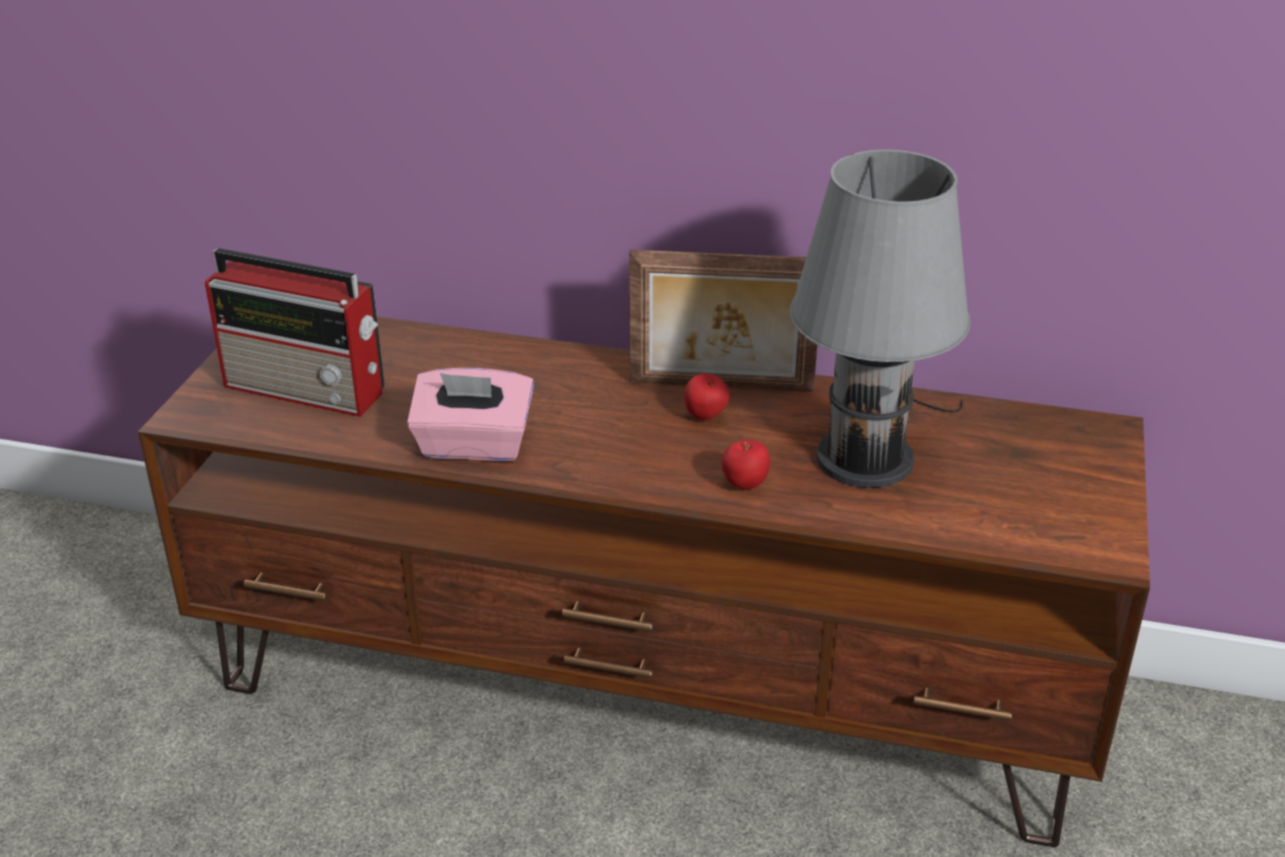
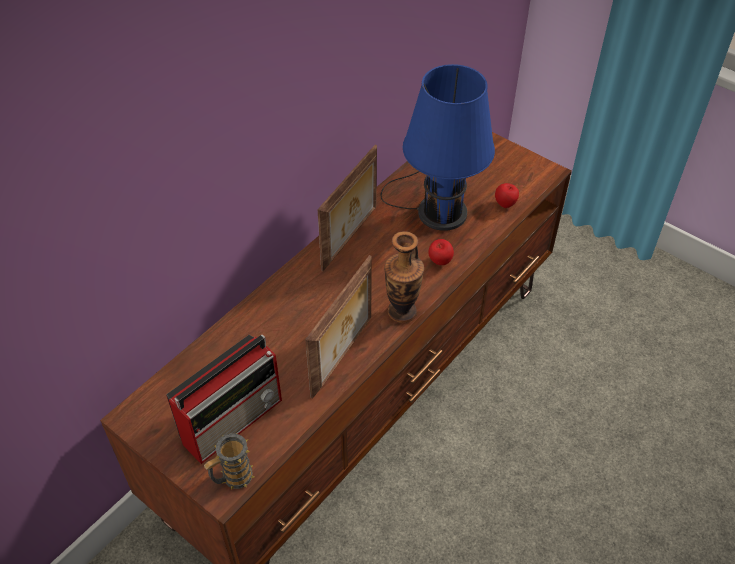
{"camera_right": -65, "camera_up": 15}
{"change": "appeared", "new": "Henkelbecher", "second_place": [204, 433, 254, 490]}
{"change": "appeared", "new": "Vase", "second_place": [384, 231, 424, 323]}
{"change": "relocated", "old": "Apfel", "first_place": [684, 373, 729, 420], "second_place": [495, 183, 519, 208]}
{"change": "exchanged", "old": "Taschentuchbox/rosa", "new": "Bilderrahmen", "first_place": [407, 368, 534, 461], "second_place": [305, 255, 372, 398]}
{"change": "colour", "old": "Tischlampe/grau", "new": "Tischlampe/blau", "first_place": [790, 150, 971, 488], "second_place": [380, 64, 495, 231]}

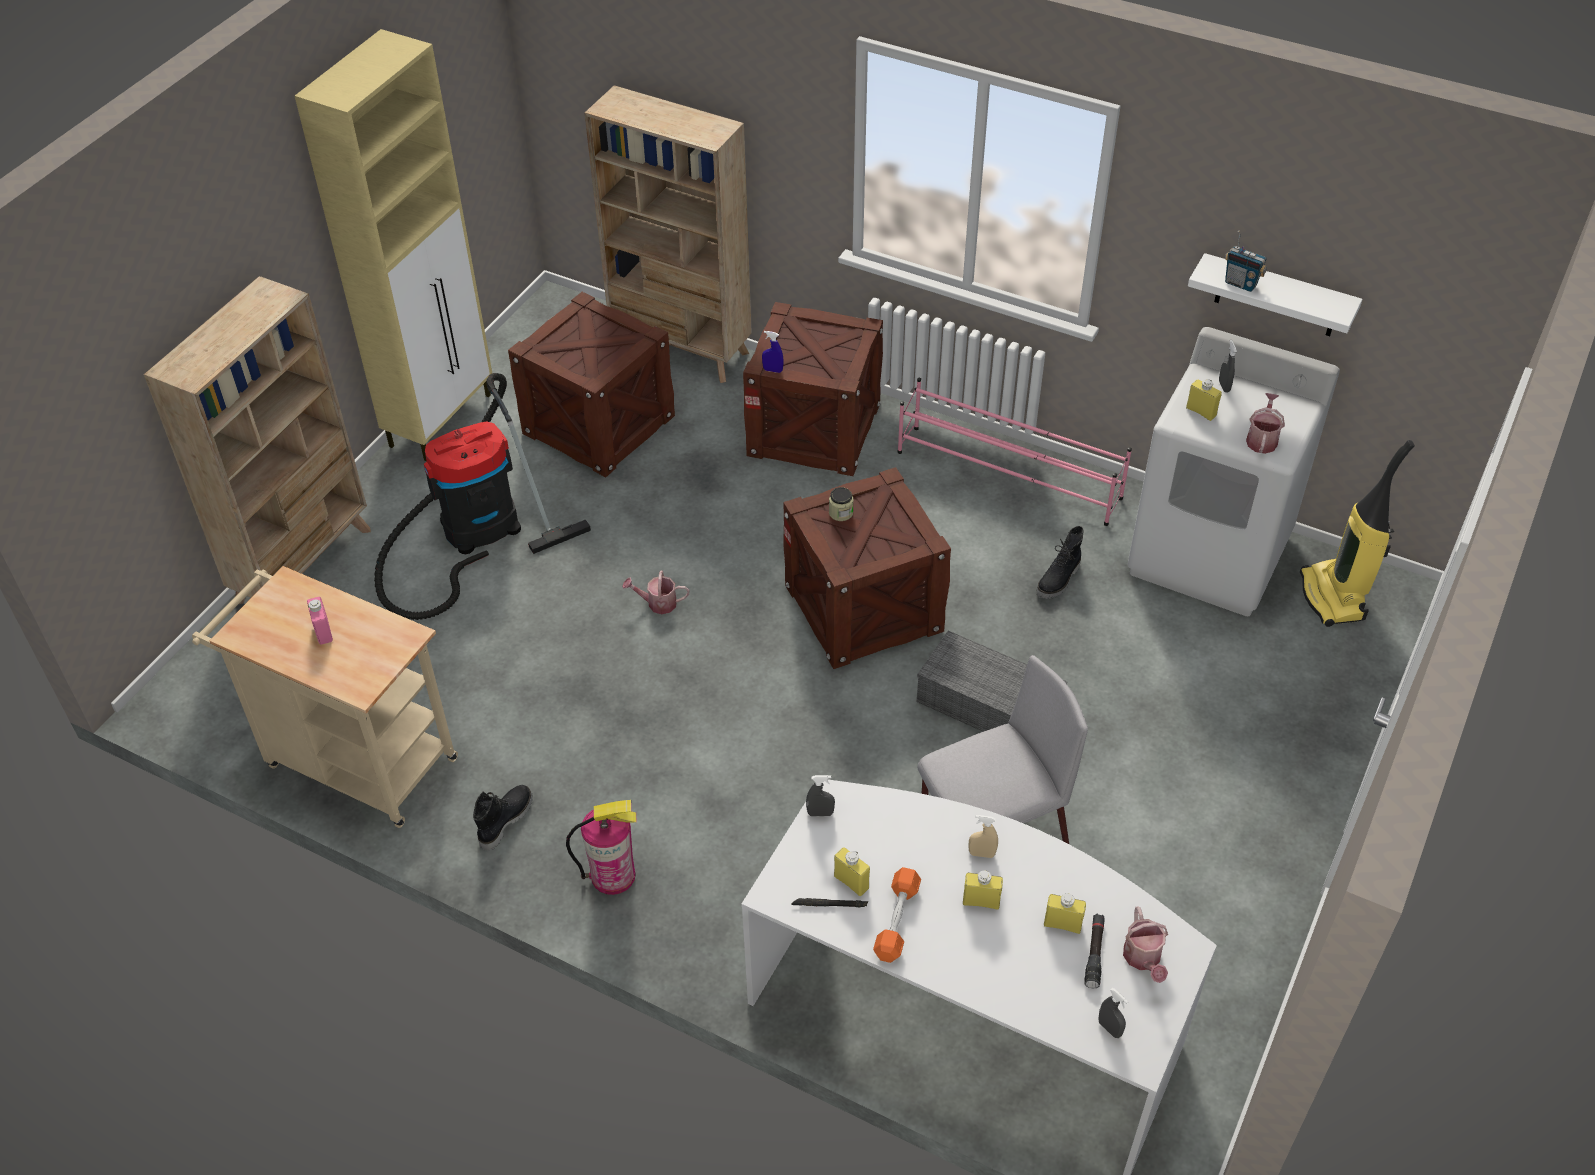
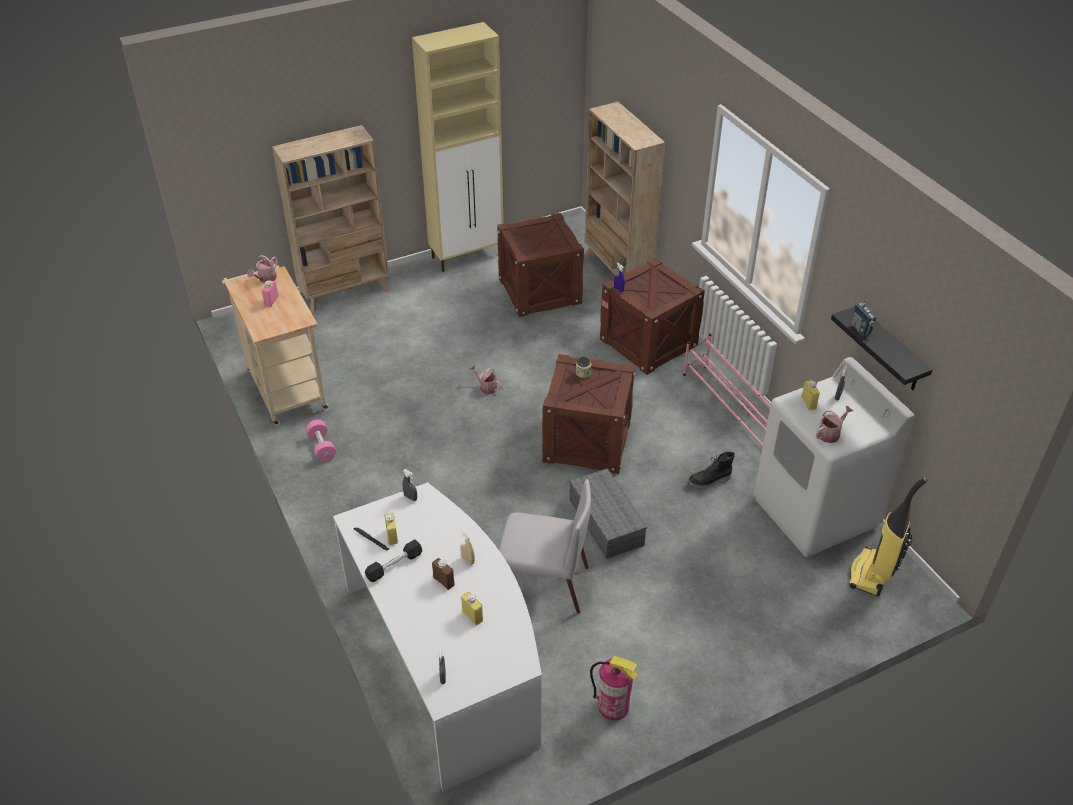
{"camera_right": 35, "camera_up": -5}
{"change": "missing", "old": "Staubsauger", "first_place": [374, 373, 591, 620]}
{"change": "missing", "old": "Taschenlampe/schwarz", "first_place": [1084, 914, 1105, 988]}
{"change": "relocated", "old": "Feuerlöscher", "first_place": [566, 800, 636, 895], "second_place": [590, 656, 639, 721]}
{"change": "relocated", "old": "Gießkanne", "first_place": [1123, 907, 1168, 983], "second_place": [247, 255, 278, 283]}
{"change": "exchanged", "old": "Stiefel/schwarz", "new": "Hantel/rosa", "first_place": [473, 785, 533, 851], "second_place": [306, 420, 336, 462]}
{"change": "colour", "old": "Hantel/orange", "new": "Hantel/schwarz", "first_place": [873, 867, 921, 963], "second_place": [365, 539, 422, 582]}
{"change": "colour", "old": "Flasche/gelb", "new": "Flasche/braun", "first_place": [963, 870, 1003, 910], "second_place": [432, 558, 455, 590]}
{"change": "colour", "old": "Wandregal/weiß", "new": "Wandregal/schwarz", "first_place": [1188, 253, 1363, 336], "second_place": [831, 307, 932, 390]}

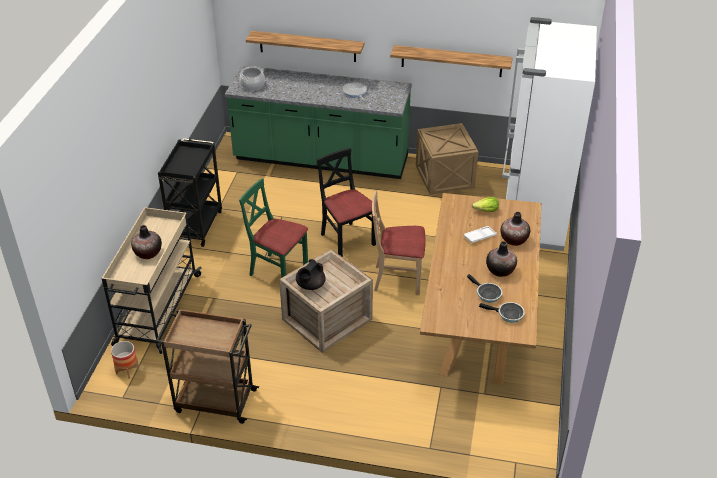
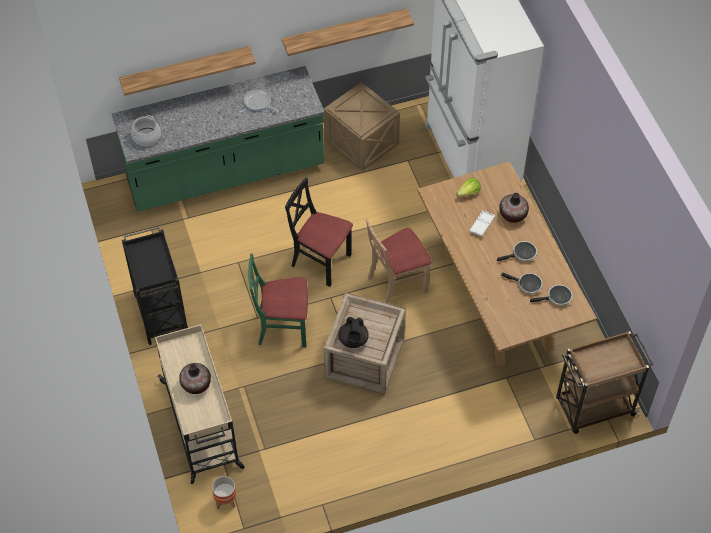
{"camera_right": -30, "camera_up": 15}
{"change": "relocated", "old": "Rollwagen/braun", "first_place": [156, 309, 259, 424], "second_place": [556, 331, 654, 434]}
{"change": "exchanged", "old": "Vase", "new": "Pfanne", "first_place": [486, 241, 517, 277], "second_place": [497, 241, 537, 262]}

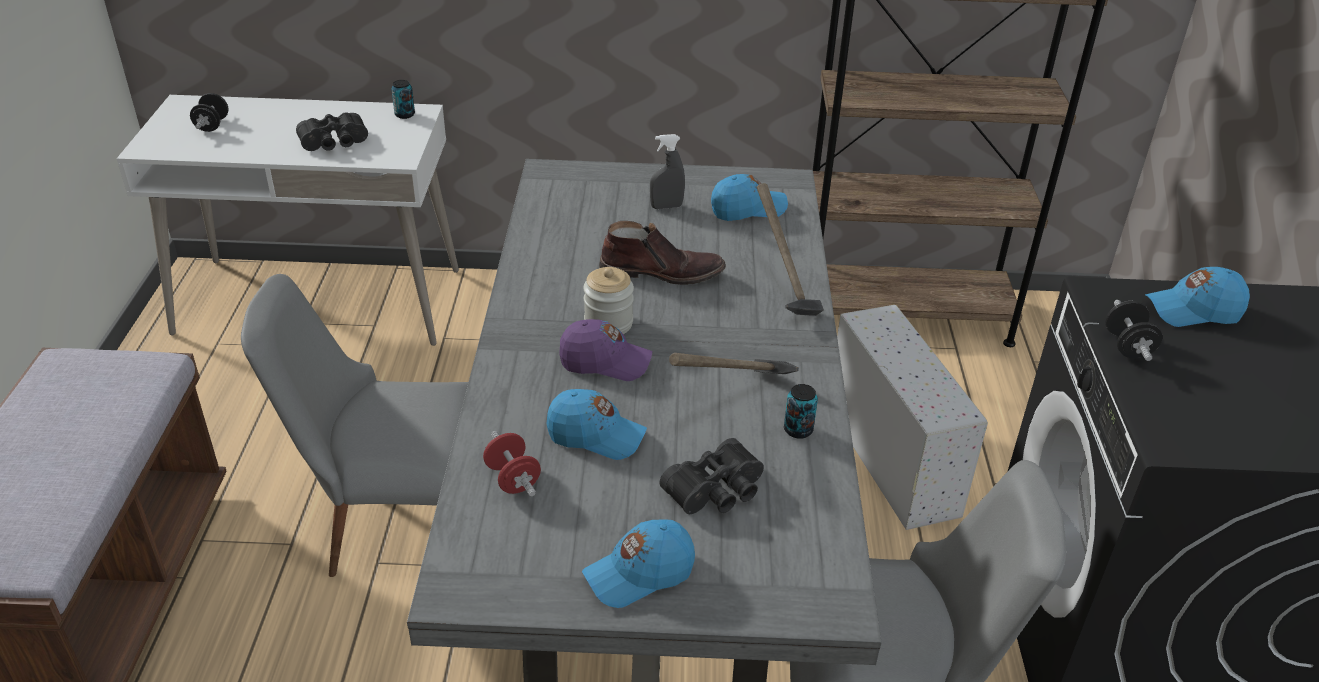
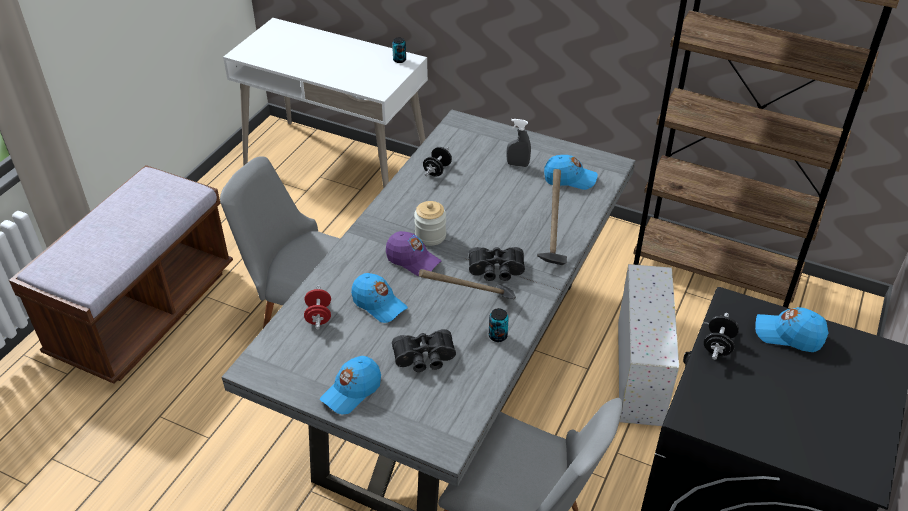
{"camera_right": 25, "camera_up": 5}
{"change": "missing", "old": "Stiefel/braun", "first_place": [599, 221, 726, 285]}
{"change": "relocated", "old": "Hantel/schwarz", "first_place": [190, 93, 229, 132], "second_place": [423, 147, 452, 177]}
{"change": "relocated", "old": "Fernglas/schwarz", "first_place": [296, 112, 368, 151], "second_place": [469, 247, 525, 281]}
{"change": "spun", "old": "Kappe/blau", "first_place": [582, 519, 695, 608], "second_place": [320, 356, 381, 415], "degrees": -45}

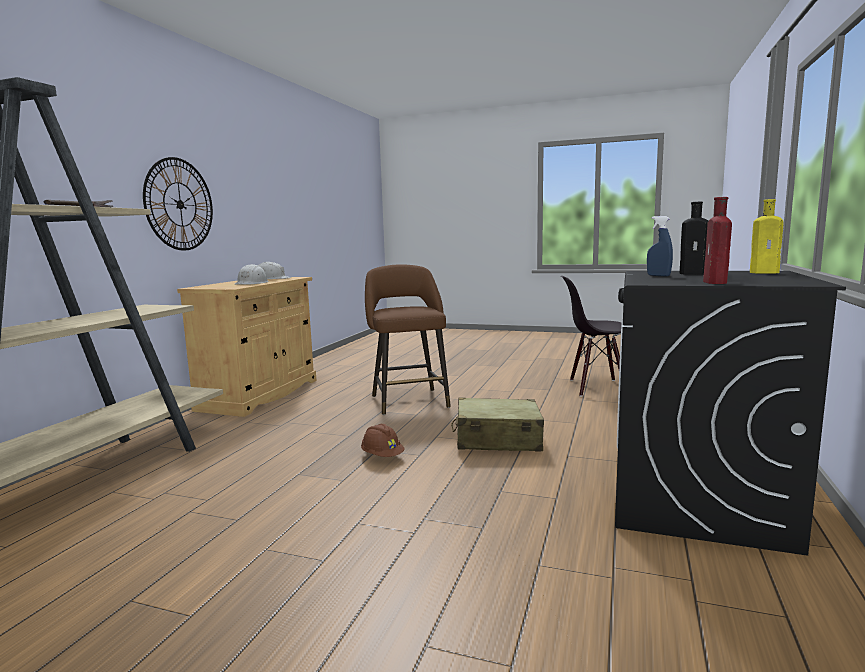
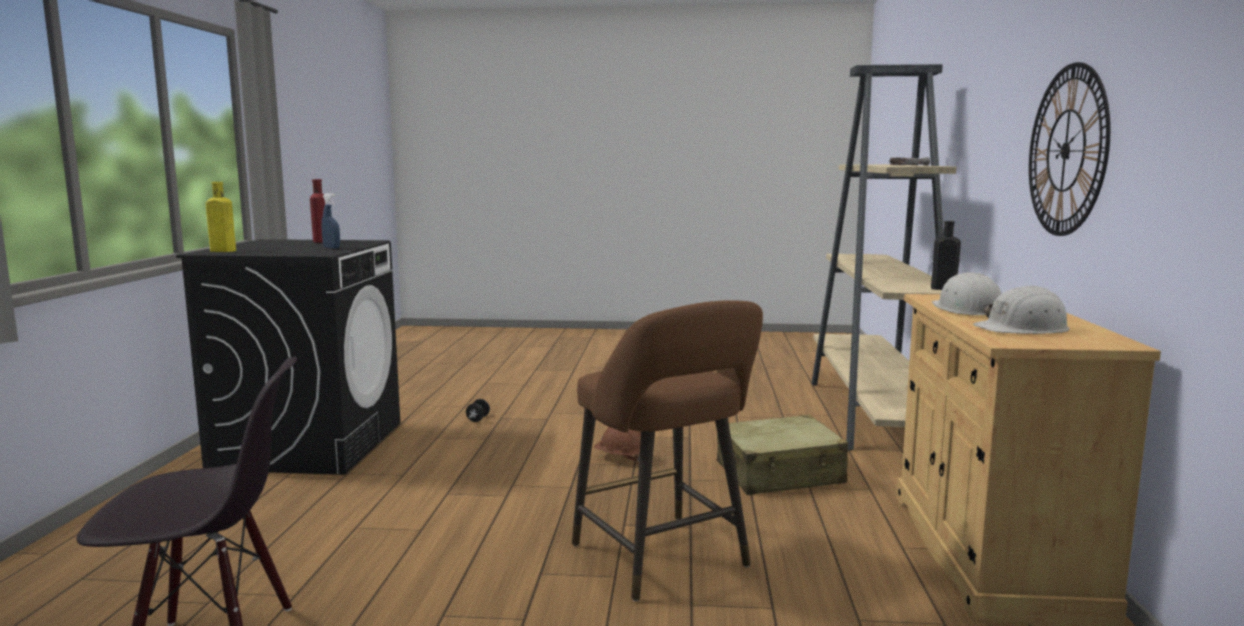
{"camera_right": 165, "camera_up": 0}
{"change": "appeared", "new": "Hantel/schwarz", "second_place": [466, 399, 490, 422]}
{"change": "relocated", "old": "Koffer/beige", "first_place": [451, 398, 544, 451], "second_place": [717, 415, 848, 495]}
{"change": "relocated", "old": "Flasche/schwarz", "first_place": [680, 202, 708, 275], "second_place": [931, 221, 961, 290]}

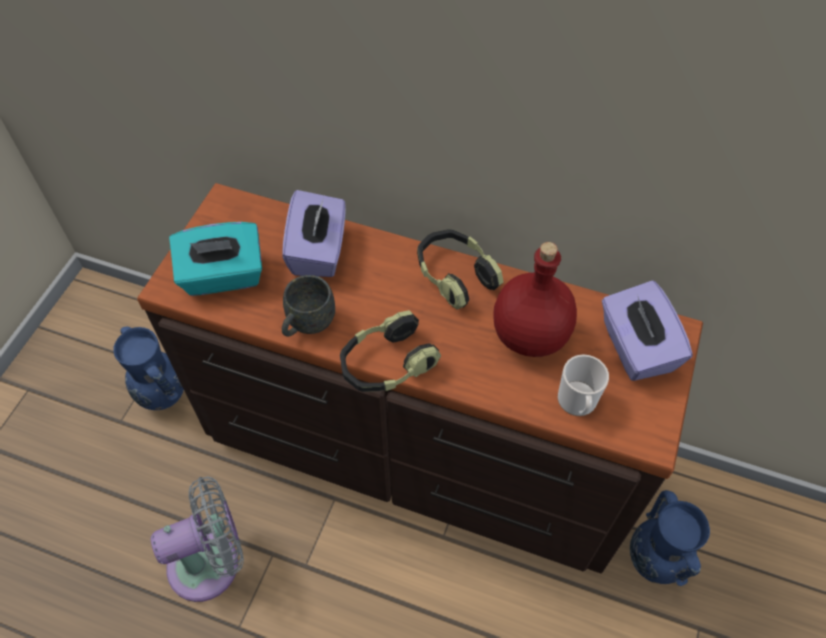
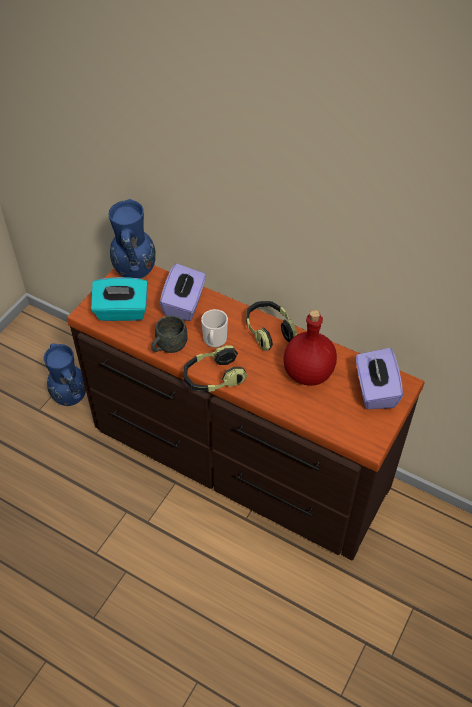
{"camera_right": 10, "camera_up": -5}
{"change": "missing", "old": "Ventilator/grau", "first_place": [151, 477, 244, 602]}
{"change": "relocated", "old": "Henkelbecher", "first_place": [558, 355, 609, 416], "second_place": [201, 309, 228, 348]}
{"change": "relocated", "old": "Vase/blau", "first_place": [630, 490, 710, 586], "second_place": [109, 199, 156, 279]}

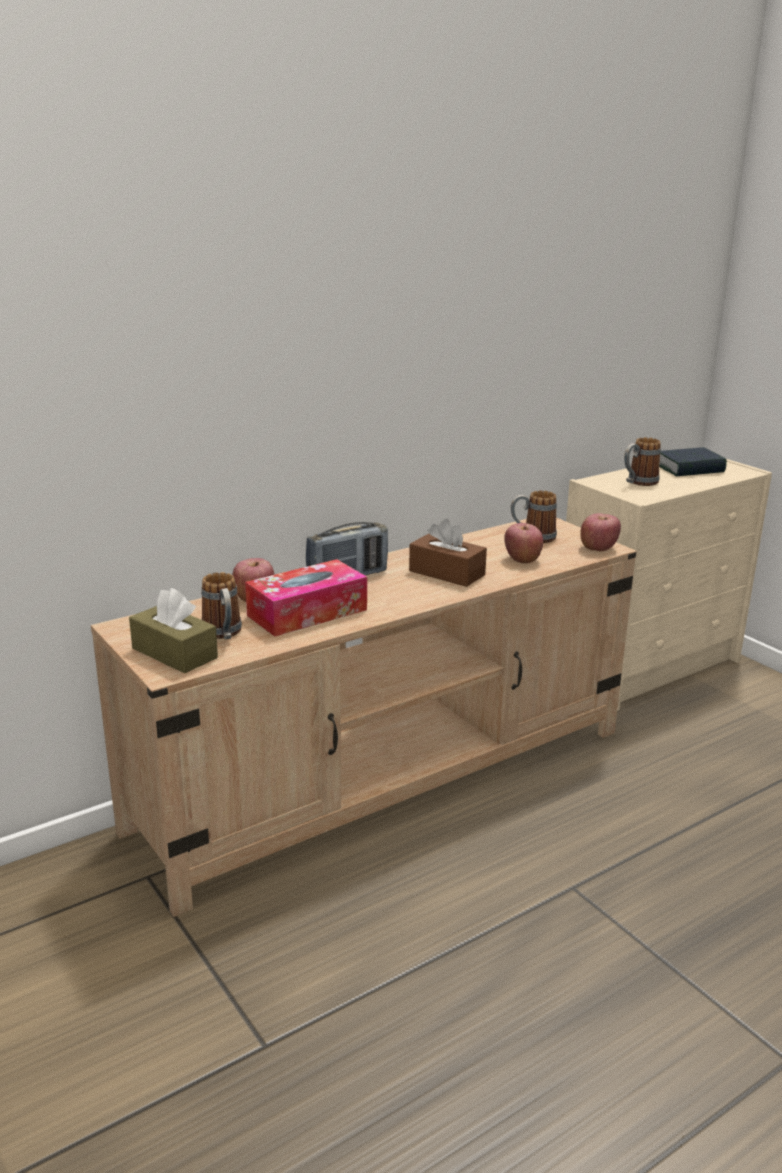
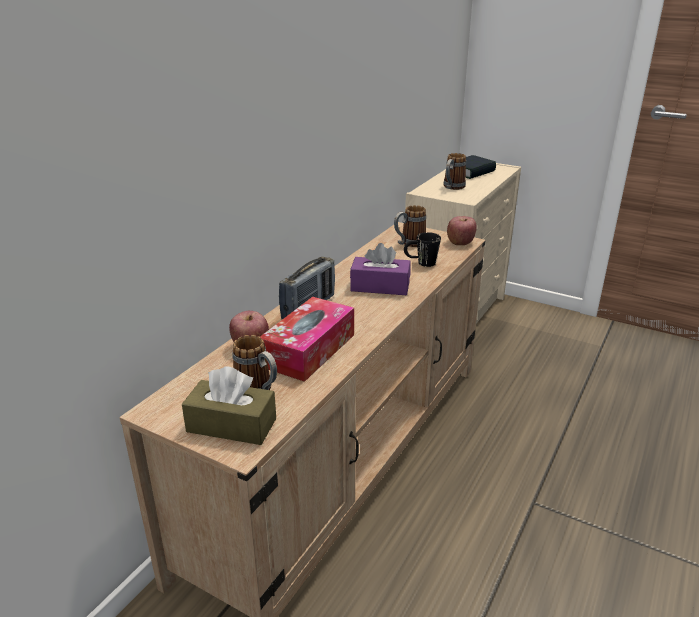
{"camera_right": -25, "camera_up": 5}
{"change": "exchanged", "old": "Apfel", "new": "Henkelbecher/schwarz", "first_place": [504, 523, 543, 563], "second_place": [404, 232, 441, 267]}
{"change": "colour", "old": "Taschentuchbox/braun", "new": "Taschentuchbox/lila", "first_place": [409, 519, 487, 587], "second_place": [350, 243, 411, 295]}

